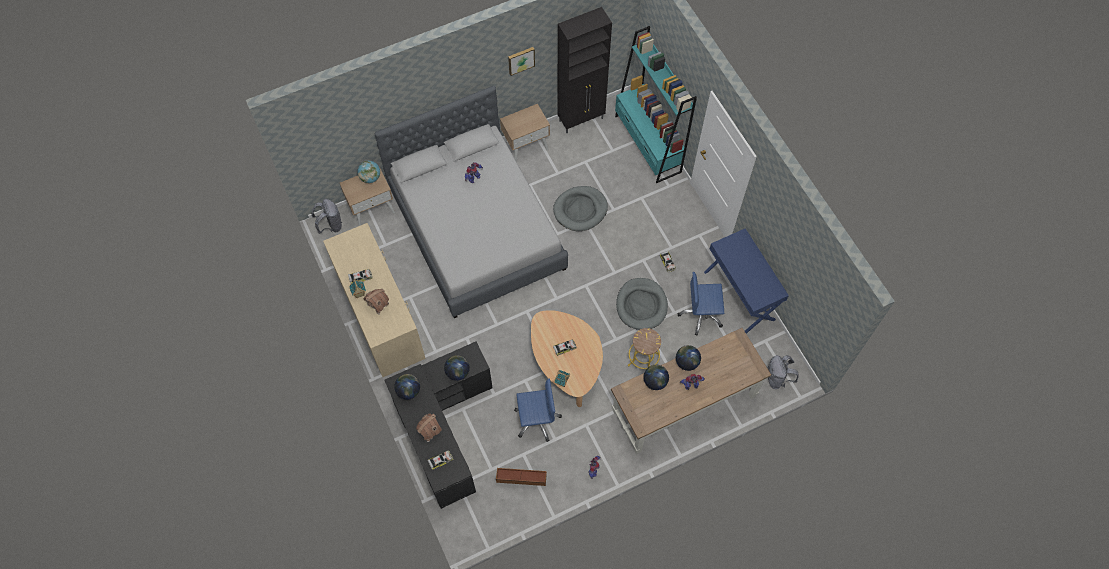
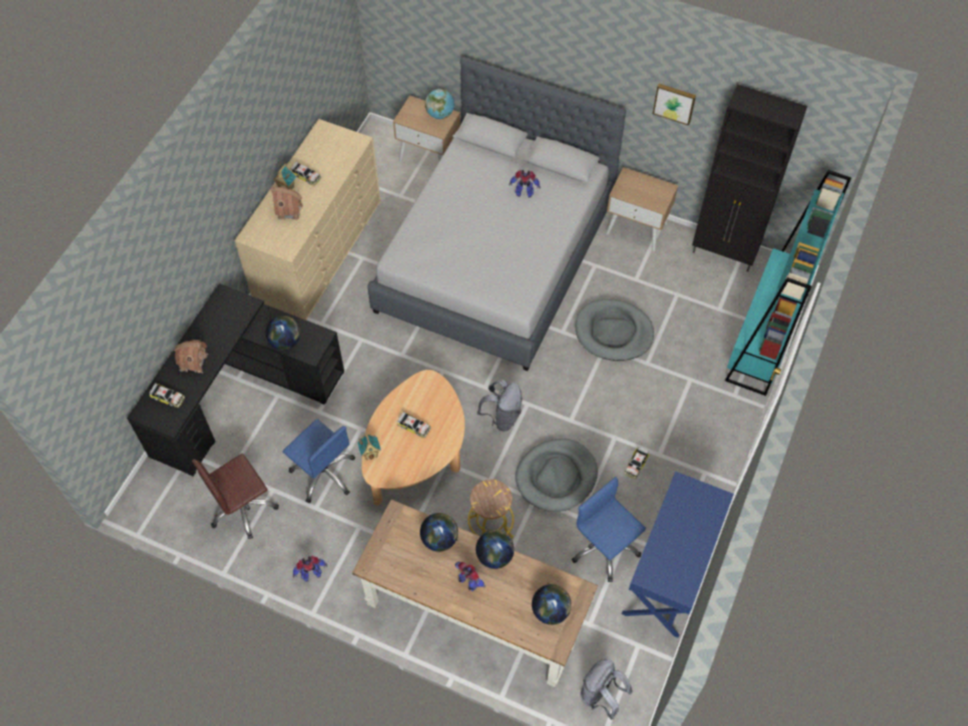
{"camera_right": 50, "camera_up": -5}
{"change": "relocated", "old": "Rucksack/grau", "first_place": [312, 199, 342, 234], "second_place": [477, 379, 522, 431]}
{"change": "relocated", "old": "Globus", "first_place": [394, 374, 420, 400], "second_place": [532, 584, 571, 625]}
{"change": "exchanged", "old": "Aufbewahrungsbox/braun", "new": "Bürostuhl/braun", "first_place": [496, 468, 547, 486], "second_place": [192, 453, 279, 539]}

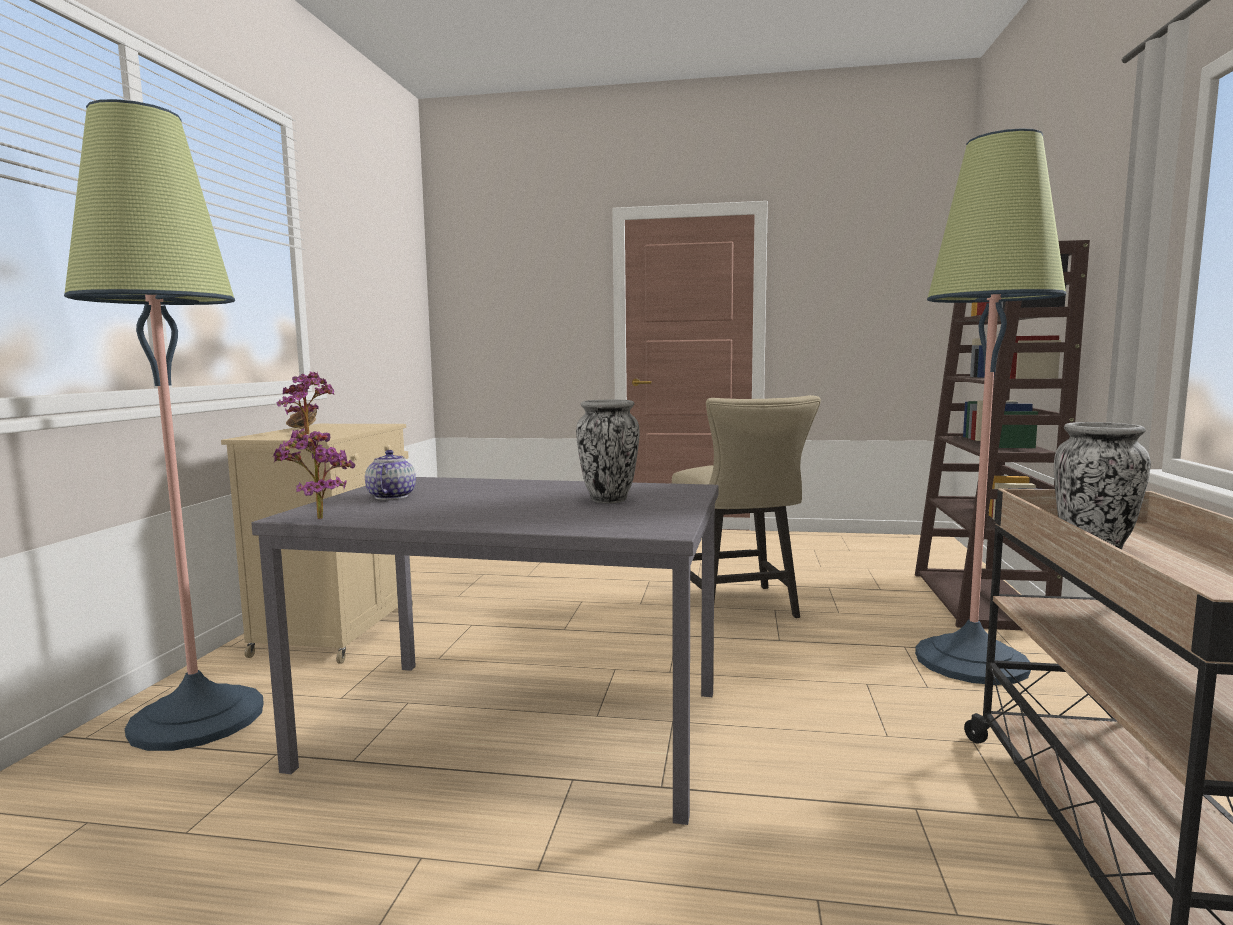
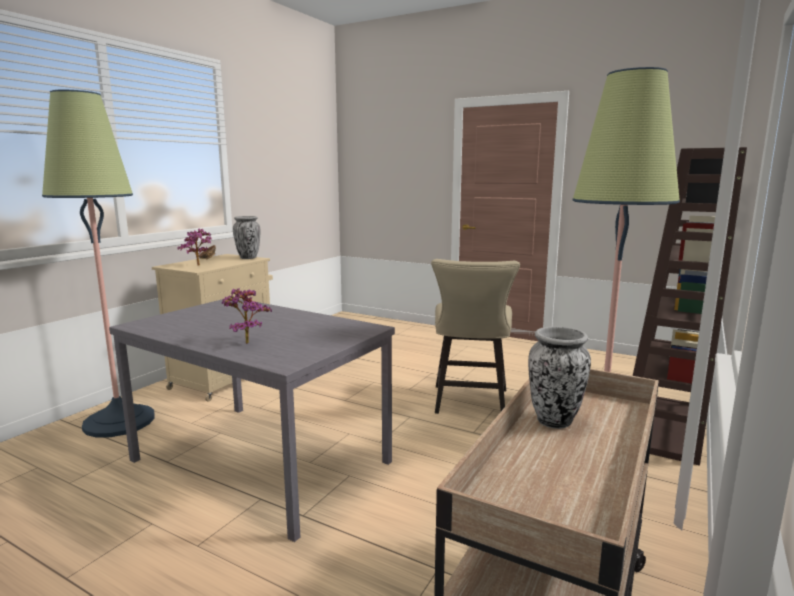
{"camera_right": 20, "camera_up": 5}
{"change": "missing", "old": "Teekanne", "first_place": [365, 450, 416, 500]}
{"change": "relocated", "old": "Topfpflanze", "first_place": [273, 429, 356, 519], "second_place": [222, 289, 272, 344]}
{"change": "relocated", "old": "Vase", "first_place": [576, 400, 640, 503], "second_place": [233, 216, 261, 259]}

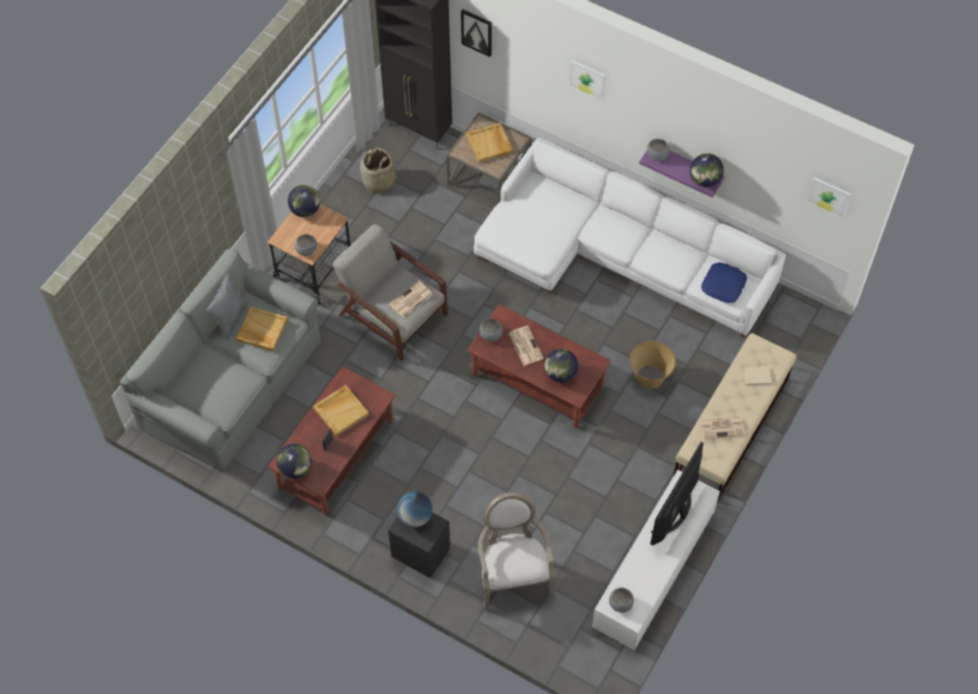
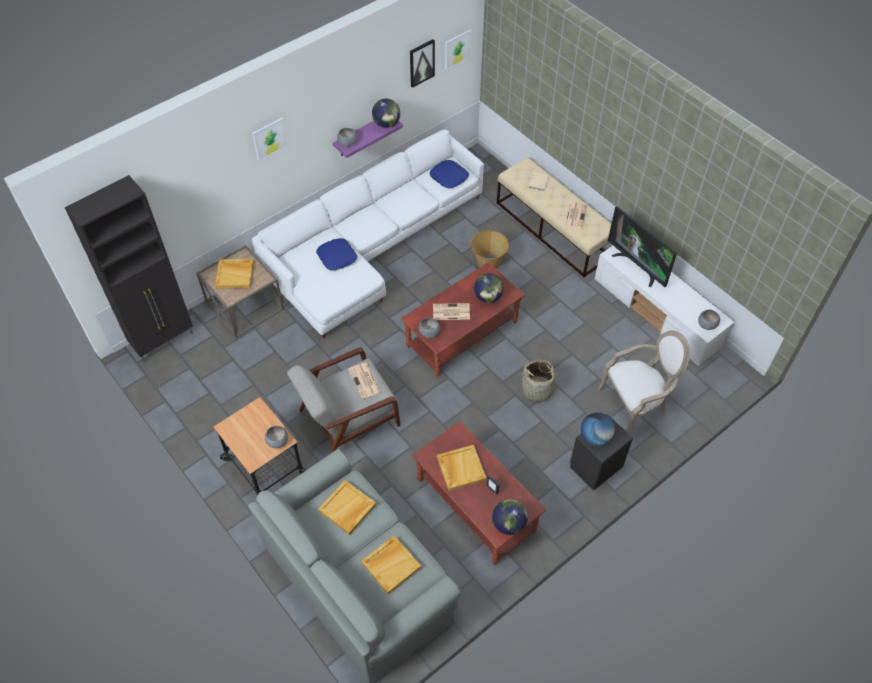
{"camera_right": -70, "camera_up": -5}
{"change": "missing", "old": "Kissen/grau", "first_place": [205, 272, 249, 341]}
{"change": "missing", "old": "Globus", "first_place": [288, 185, 320, 217]}
{"change": "appeared", "new": "Kissen/blau", "second_place": [316, 238, 358, 271]}
{"change": "appeared", "new": "Tablett/beige", "second_place": [361, 535, 421, 594]}
{"change": "relocated", "old": "Korb", "first_place": [360, 148, 396, 194], "second_place": [518, 360, 564, 402]}
{"change": "relocated", "old": "Bild", "first_place": [461, 9, 492, 57], "second_place": [410, 39, 435, 88]}
{"change": "spun", "old": "Sessel", "first_place": [478, 492, 556, 610], "second_place": [598, 331, 690, 433], "degrees": 150}

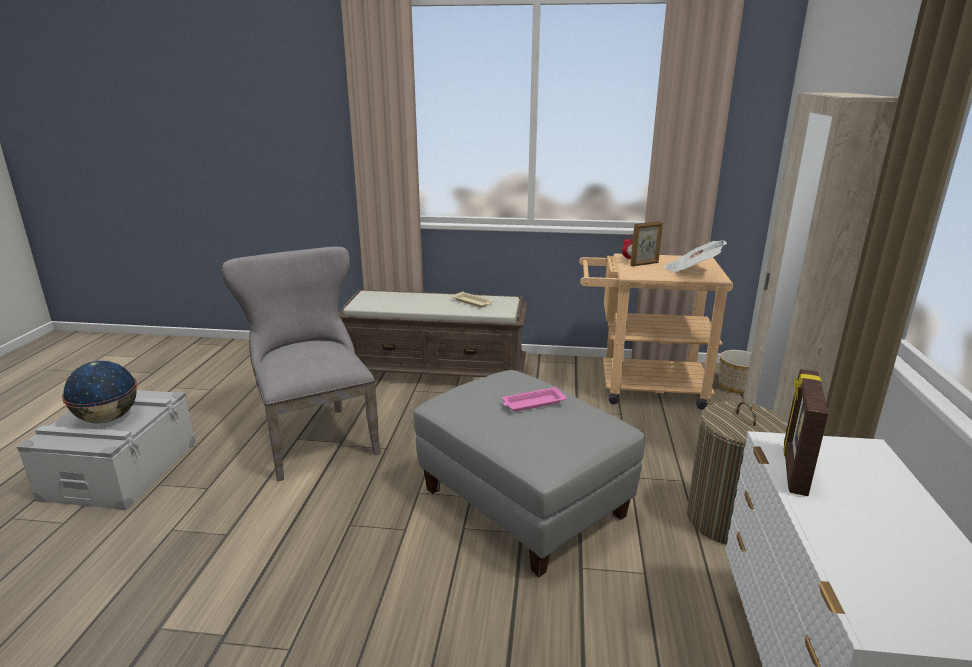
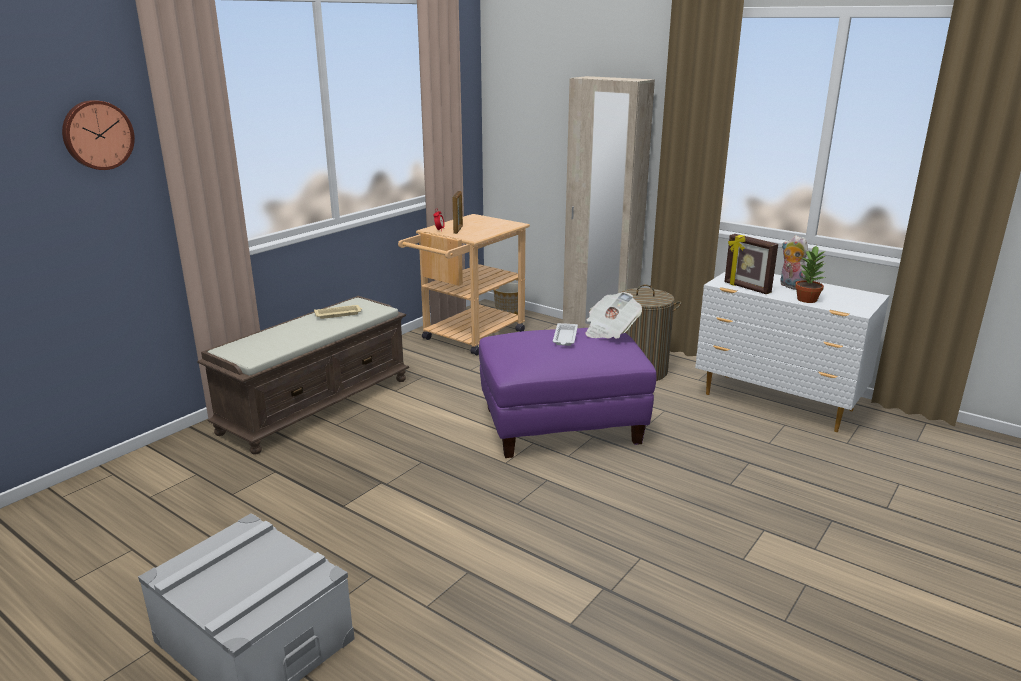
{"camera_right": -60, "camera_up": 0}
{"change": "missing", "old": "Globus", "first_place": [62, 361, 137, 423]}
{"change": "missing", "old": "Stuhl/grau", "first_place": [222, 247, 381, 481]}
{"change": "appeared", "new": "Wanduhr", "second_place": [62, 100, 135, 170]}
{"change": "appeared", "new": "Plüschtier", "second_place": [781, 235, 808, 290]}
{"change": "appeared", "new": "Topfpflanze", "second_place": [795, 245, 826, 303]}
{"change": "relocated", "old": "Zeitung", "first_place": [663, 240, 727, 273], "second_place": [586, 292, 642, 339]}
{"change": "colour", "old": "Polsterhocker/grau", "new": "Polsterhocker/lila", "first_place": [414, 370, 645, 577], "second_place": [479, 328, 656, 458]}
{"change": "colour", "old": "Tablett/rosa", "new": "Tablett/weiß", "first_place": [502, 387, 567, 412], "second_place": [553, 323, 578, 346]}

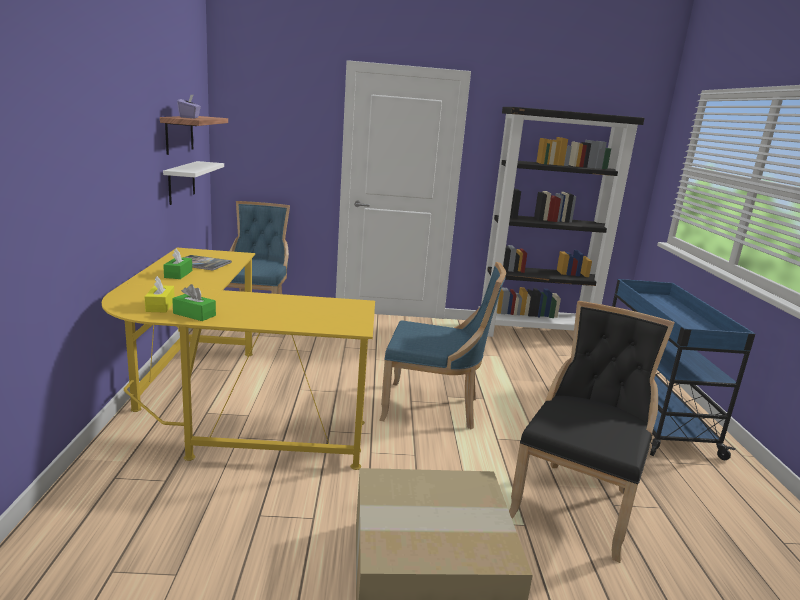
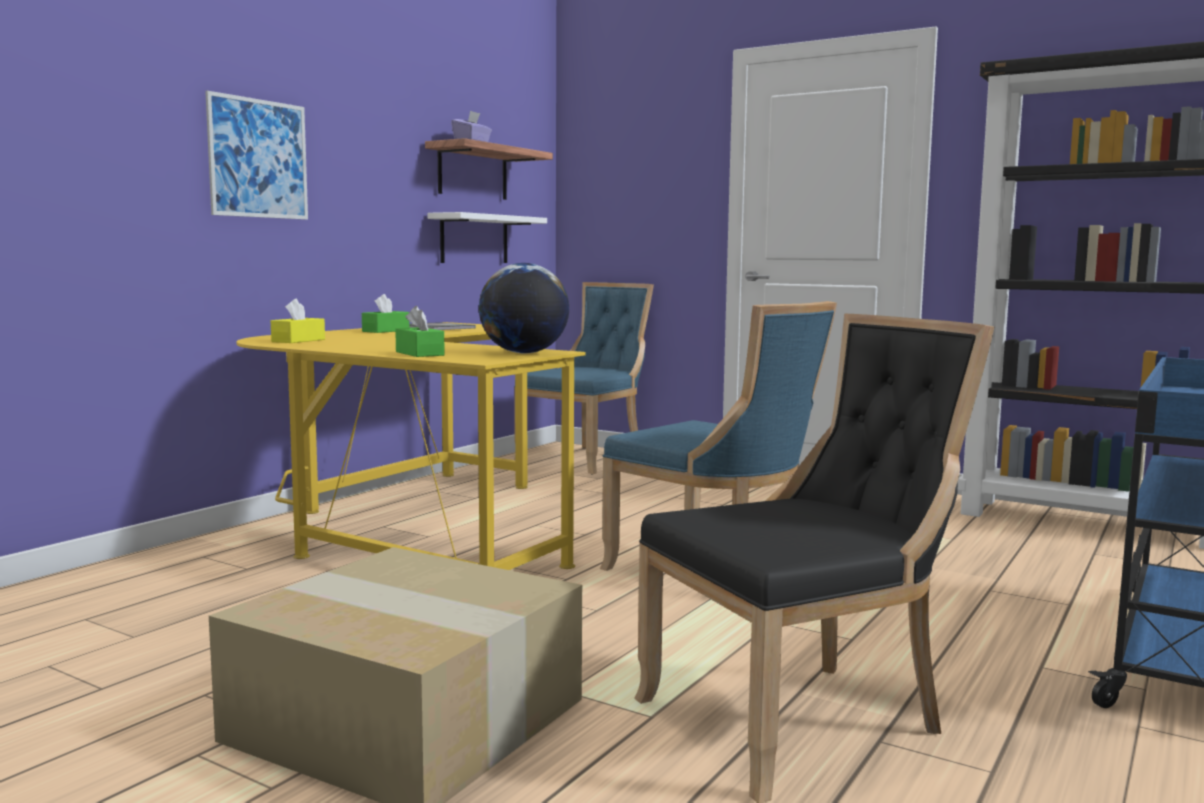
{"camera_right": 35, "camera_up": -10}
{"change": "appeared", "new": "Bild", "second_place": [205, 91, 308, 220]}
{"change": "appeared", "new": "Globus", "second_place": [479, 263, 569, 354]}
{"change": "relocated", "old": "Taschentuchbox/grün", "first_place": [172, 284, 216, 321], "second_place": [395, 306, 445, 357]}

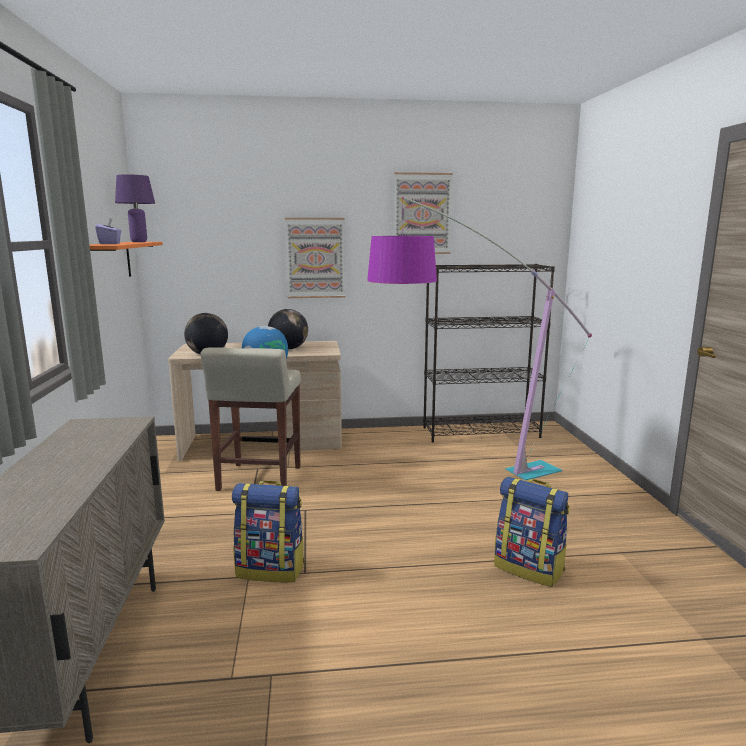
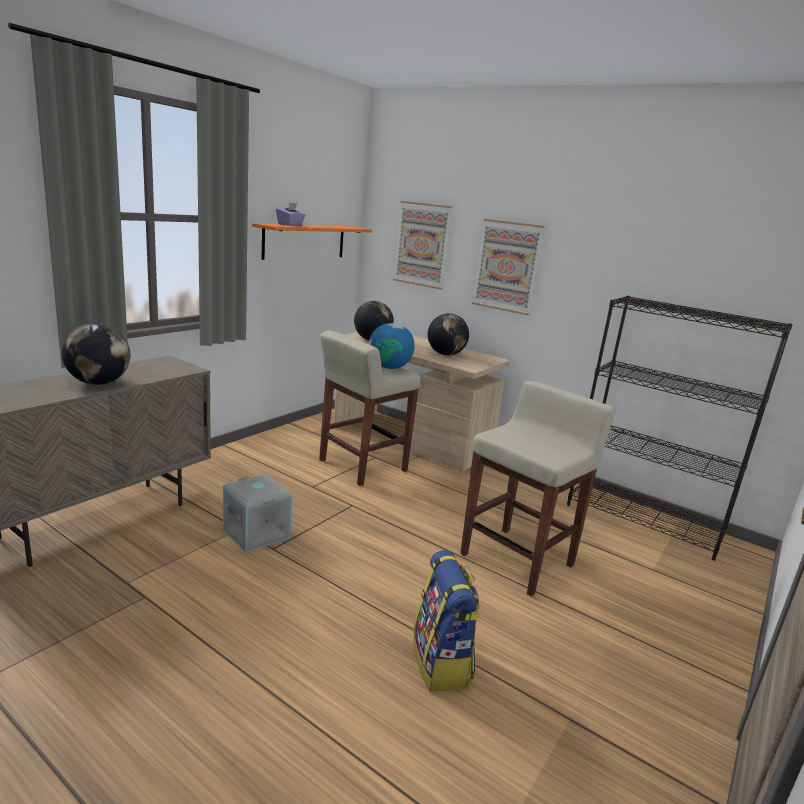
{"camera_right": 40, "camera_up": 5}
{"change": "missing", "old": "Tischlampe/lila", "first_place": [115, 174, 155, 242]}
{"change": "appeared", "new": "Globus", "second_place": [62, 323, 130, 385]}
{"change": "relocated", "old": "Bild", "first_place": [394, 172, 453, 254], "second_place": [393, 201, 452, 289]}
{"change": "exchanged", "old": "Rucksack", "new": "Aufbewahrungsbox/grau", "first_place": [232, 480, 305, 582], "second_place": [223, 474, 293, 553]}
{"change": "exchanged", "old": "Stehlampe", "new": "Hocker/beige", "first_place": [367, 196, 592, 481], "second_place": [460, 381, 616, 596]}

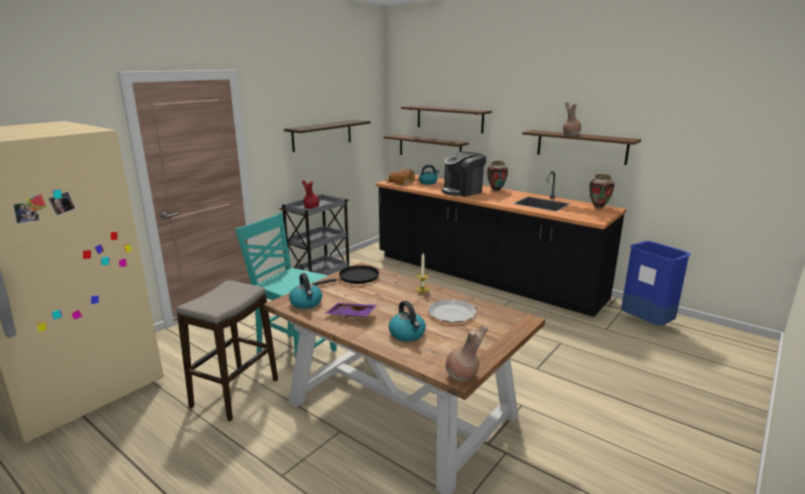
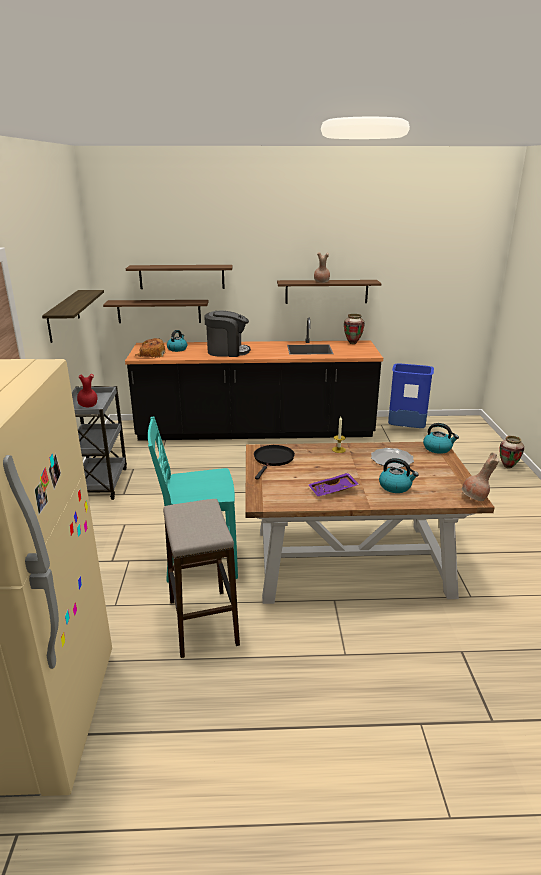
{"camera_right": -40, "camera_up": 5}
{"change": "relocated", "old": "Wasserkessel", "first_place": [289, 273, 322, 309], "second_place": [423, 423, 459, 454]}
{"change": "relocated", "old": "Vase", "first_place": [487, 161, 508, 191], "second_place": [500, 436, 524, 469]}
{"change": "spun", "old": "Kaffeemaschine", "first_place": [442, 152, 486, 197], "second_place": [204, 311, 251, 357], "degrees": -105}

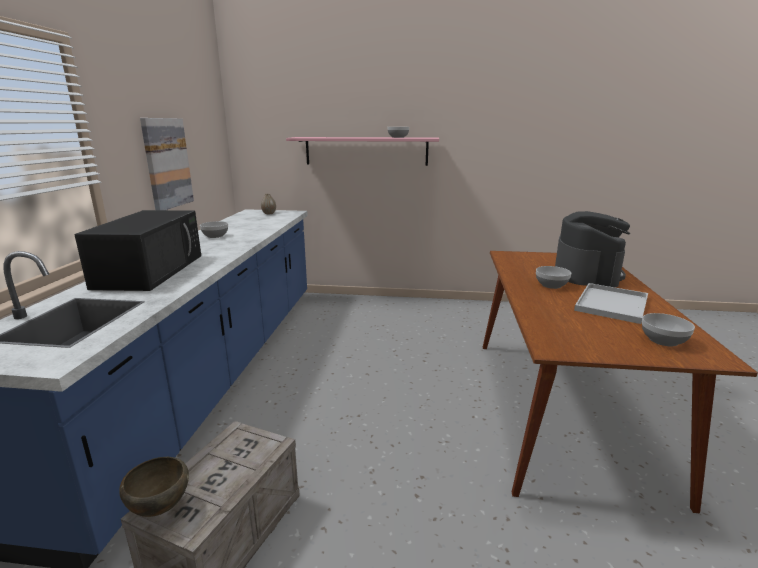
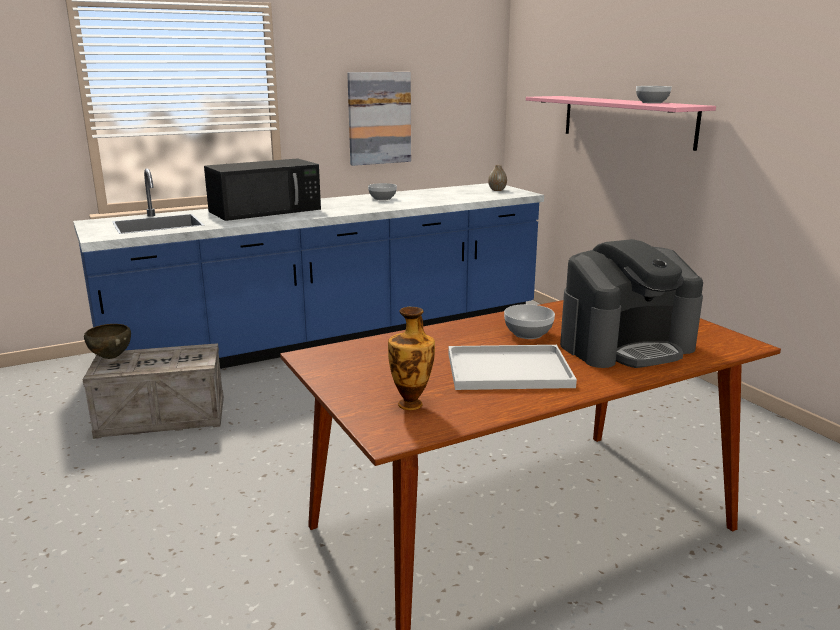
{"camera_right": 55, "camera_up": 0}
{"change": "exchanged", "old": "Schüssel", "new": "Vase", "first_place": [642, 313, 695, 346], "second_place": [388, 307, 435, 410]}

